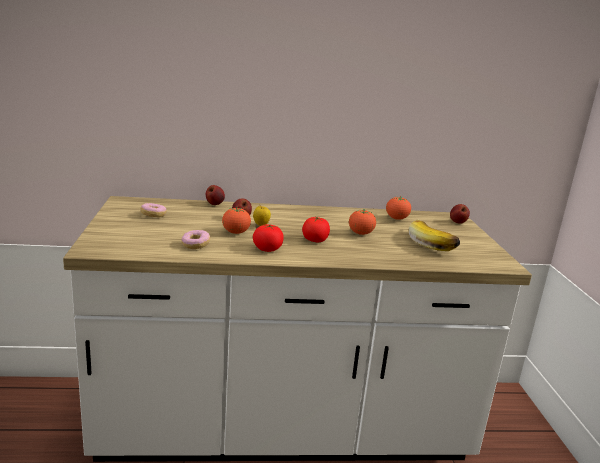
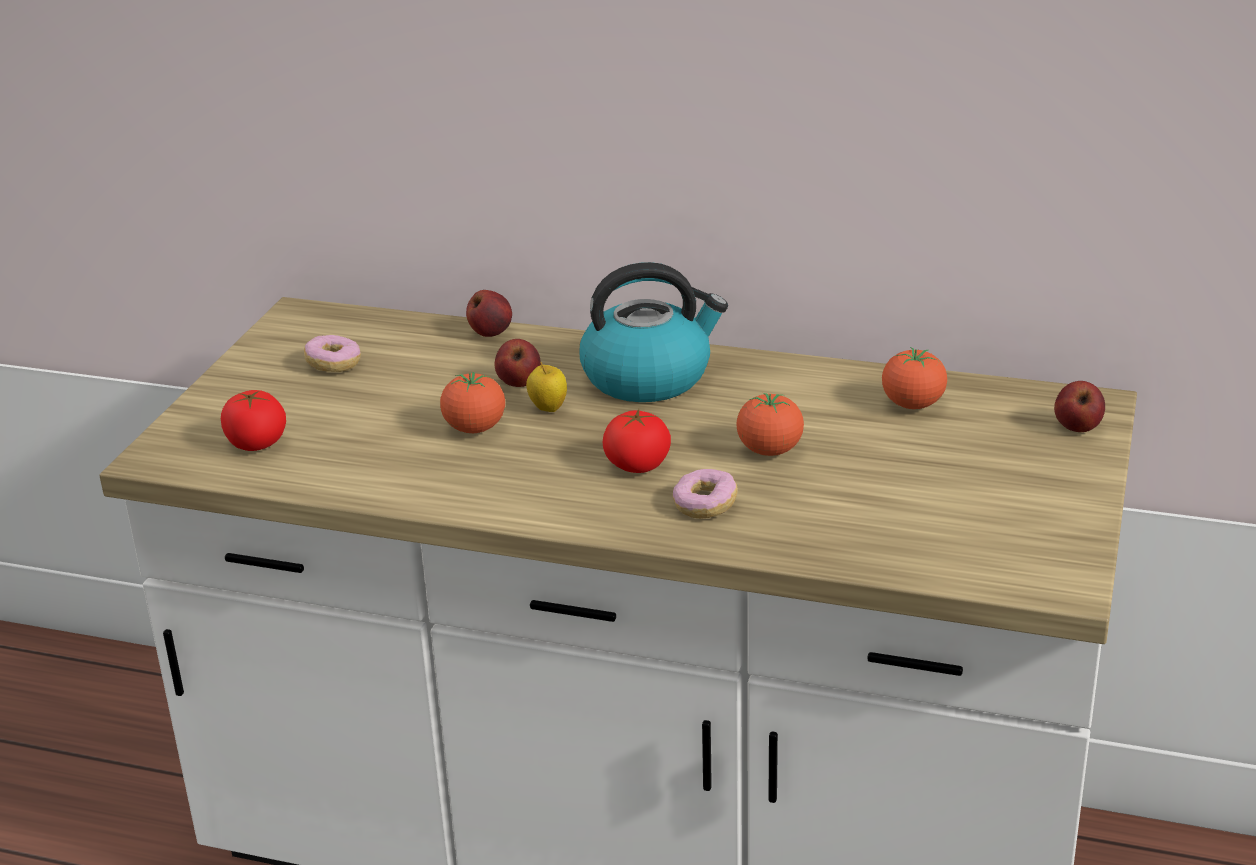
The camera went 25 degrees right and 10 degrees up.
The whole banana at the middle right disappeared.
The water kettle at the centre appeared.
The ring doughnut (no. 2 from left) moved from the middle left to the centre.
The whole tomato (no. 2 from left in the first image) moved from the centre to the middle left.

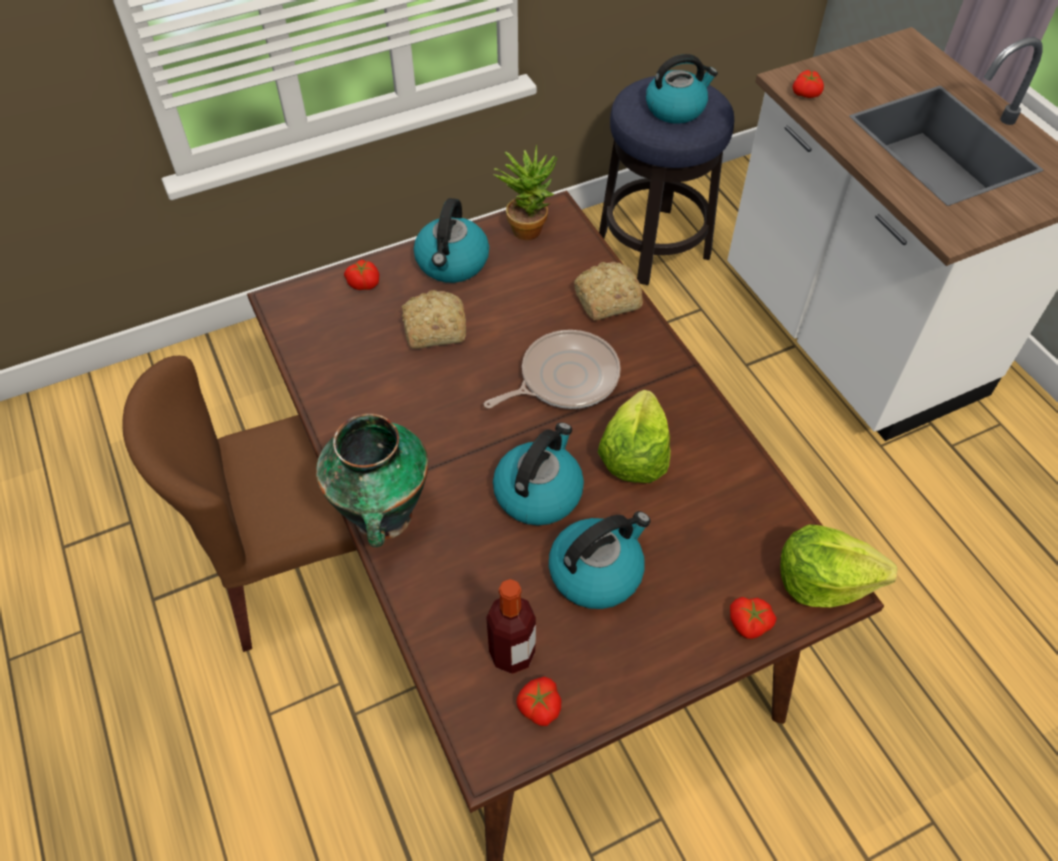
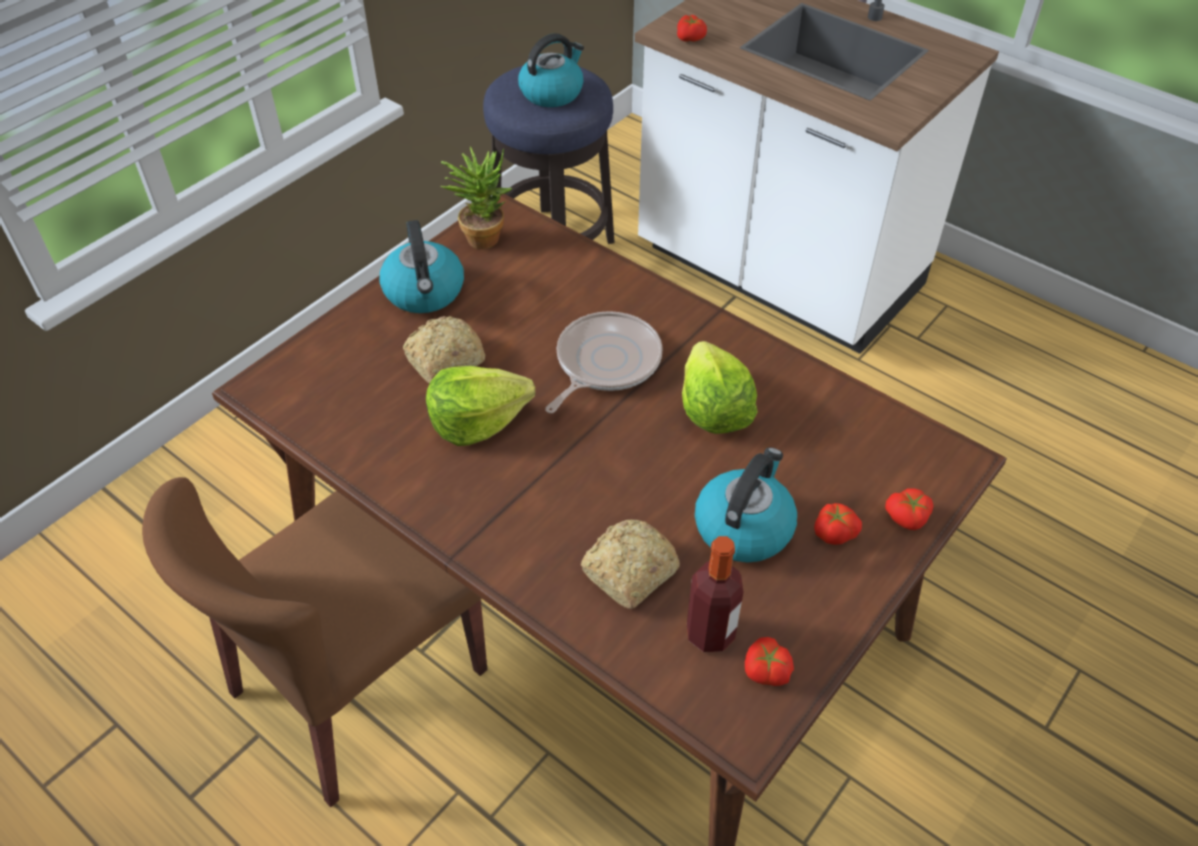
The camera went 25 degrees left and 5 degrees down.
The decorative vase at the centre disappeared.
The water kettle (no. 2 from left) at the centre disappeared.
The whole tomato (no. 1 from left in the first image) moved from the top centre to the middle right.
The bakery bread (no. 2 from left) moved from the centre to the bottom centre.
The head of lettuce (no. 2 from left in the first image) moved from the middle right to the centre.

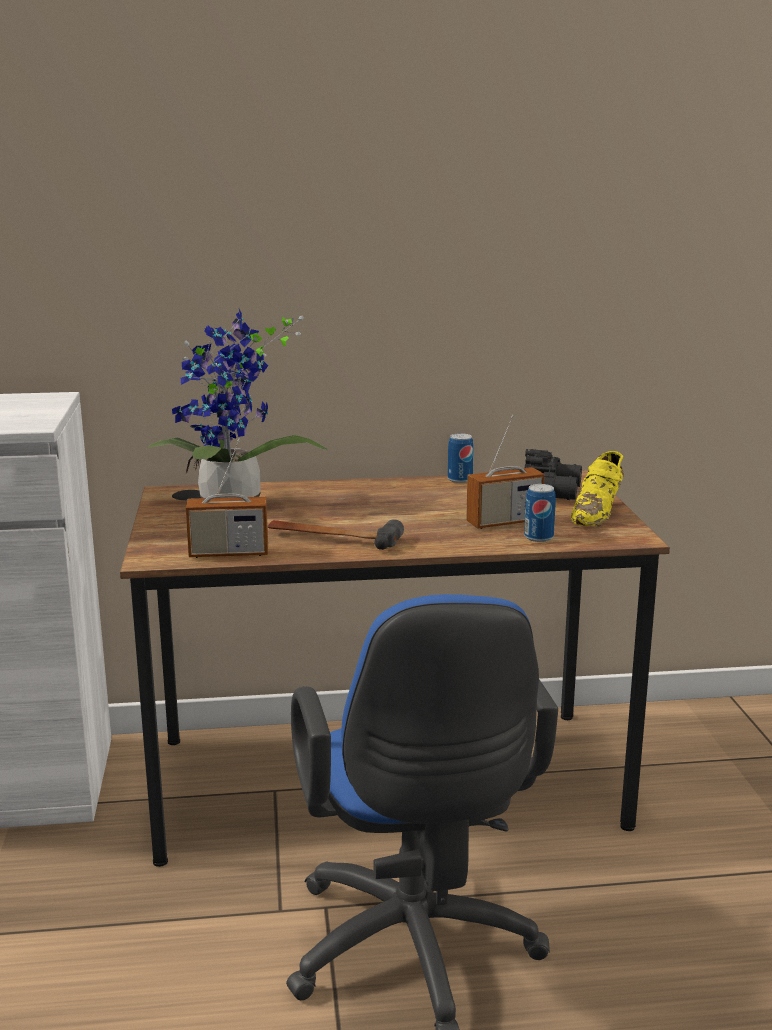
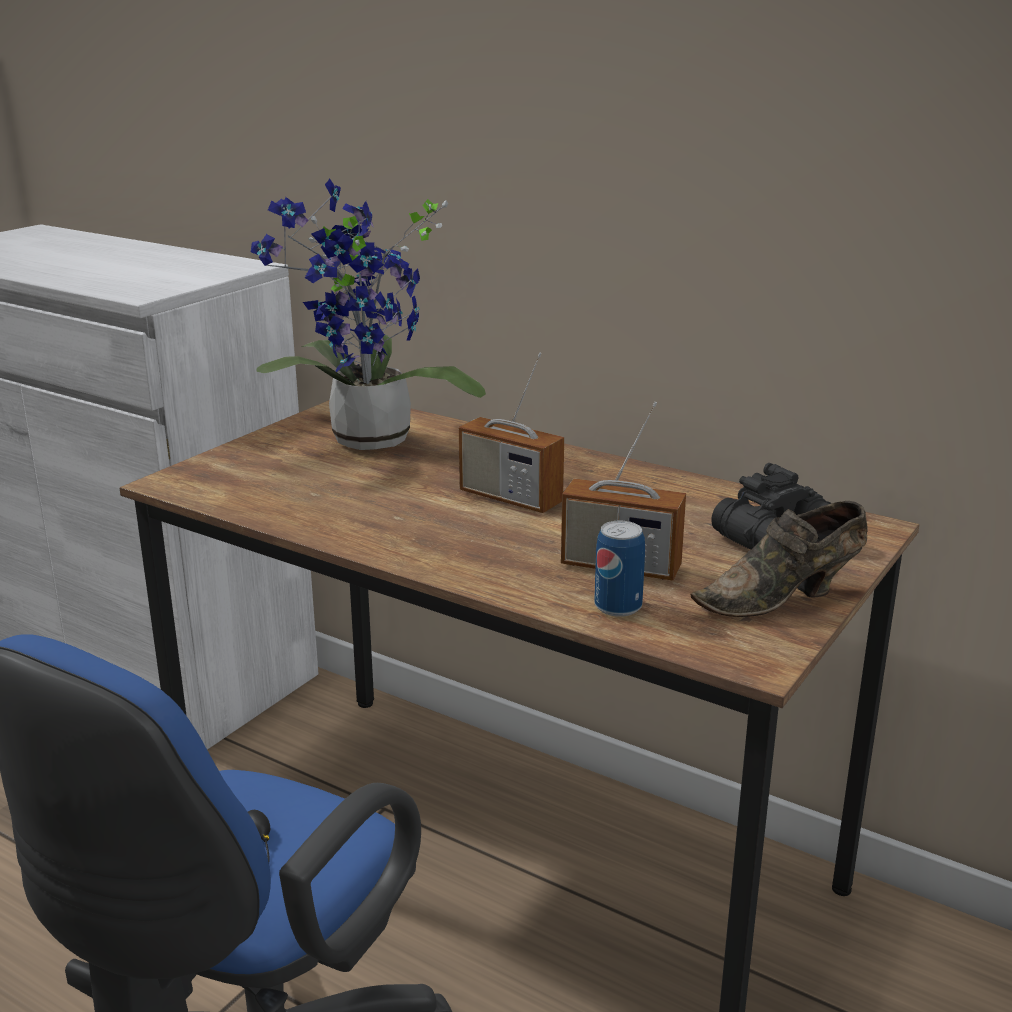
The camera went 40 degrees right and 5 degrees up.
The hammer at the centre disappeared.
The metal can (no. 1 from left) at the centre disappeared.
The radio set (no. 1 from left) moved from the middle left to the centre.
The yellow item of footwear at the middle right became the brownish item of footwear at the middle right.

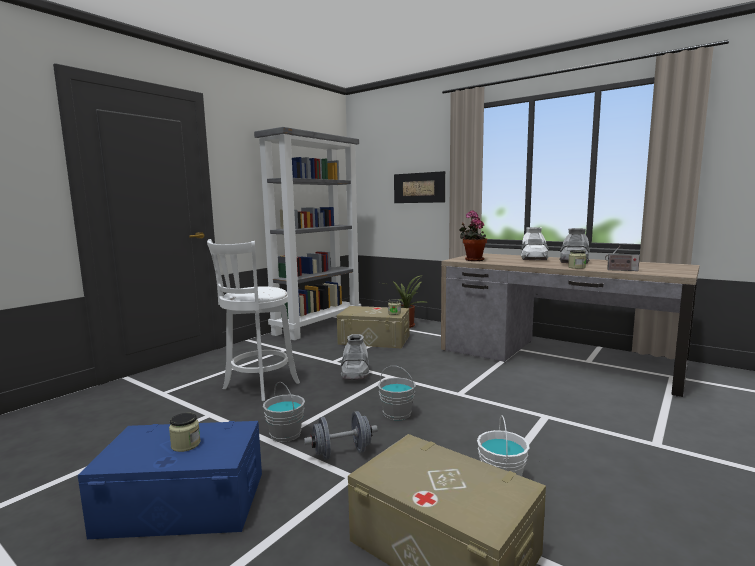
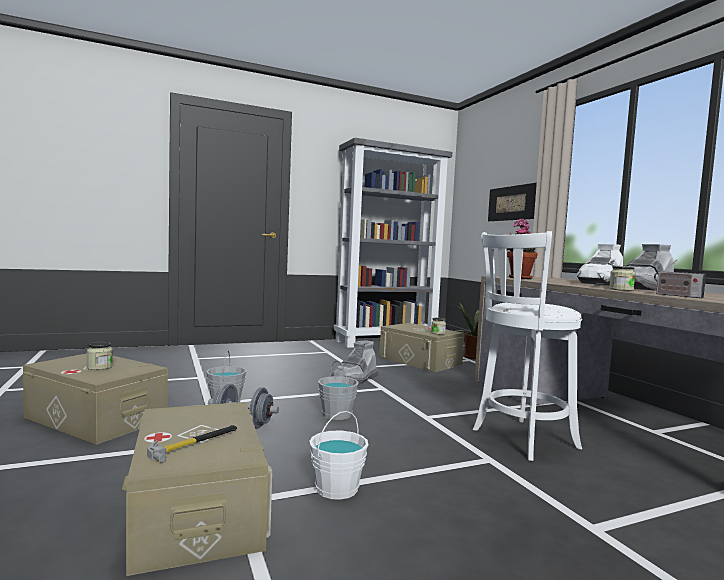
The camera went 30 degrees right and 5 degrees down.
The hammer at the bottom left appeared.
The white-coloured sitting stool moved from the centre to the middle right.
The blue storage container at the bottom left became the beige-coloured storage container (no. 1 from left) at the bottom left.

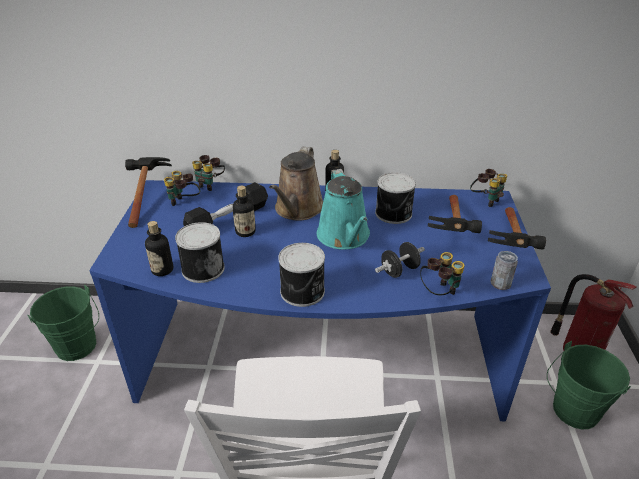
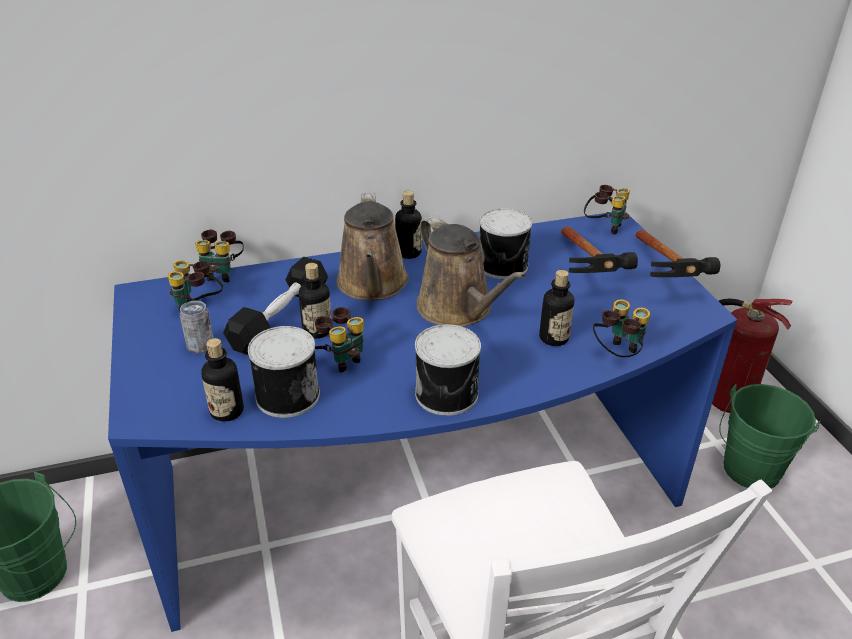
The camera went 20 degrees left and 0 degrees up.
The hammer (no. 1 from left) at the middle left disappeared.
The binoculars (no. 3 from left) at the centre appeared.
The metal can (no. 4 from left in the first image) moved from the middle right to the middle left.
The black-coloured dumbbell (no. 2 from left) at the centre was replaced by the drink bottle (no. 4 from left) at the centre.
The turquoise-coloured watering can at the centre became the brownish watering can (no. 2 from left) at the centre.

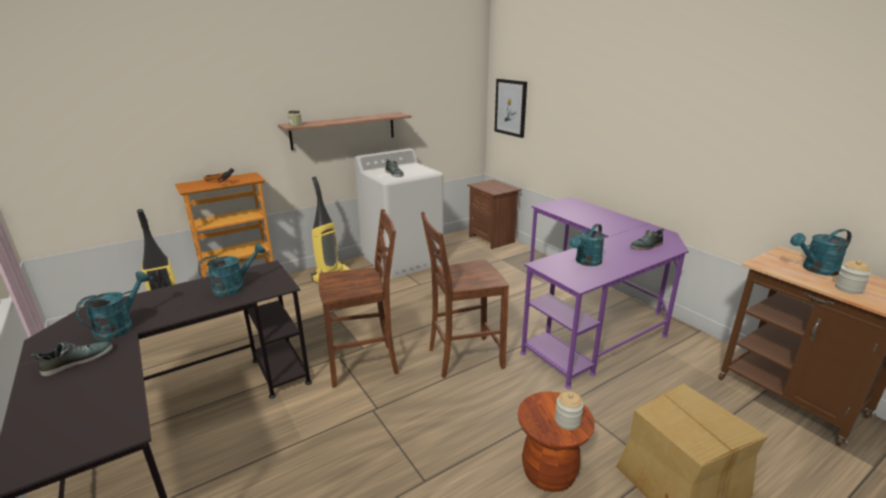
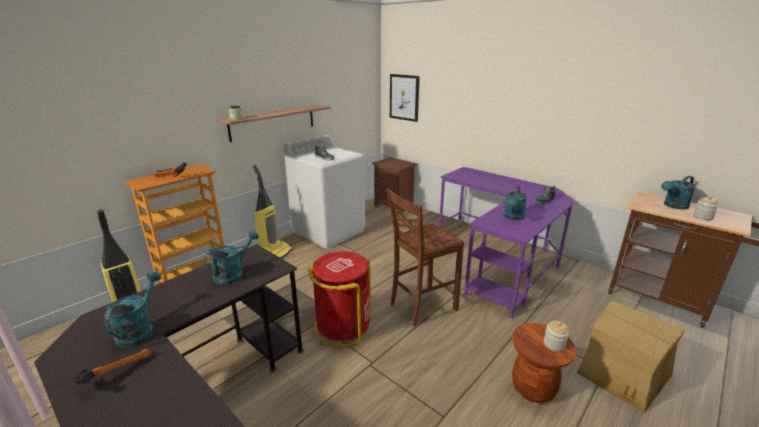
The camera went 15 degrees left and 0 degrees up.
The item of footwear (no. 1 from left) at the bottom left was replaced by the hammer (no. 1 from left) at the bottom left.
The brownish plain chair (no. 1 from left) at the centre was replaced by the red-coloured rubbish bin at the bottom centre.

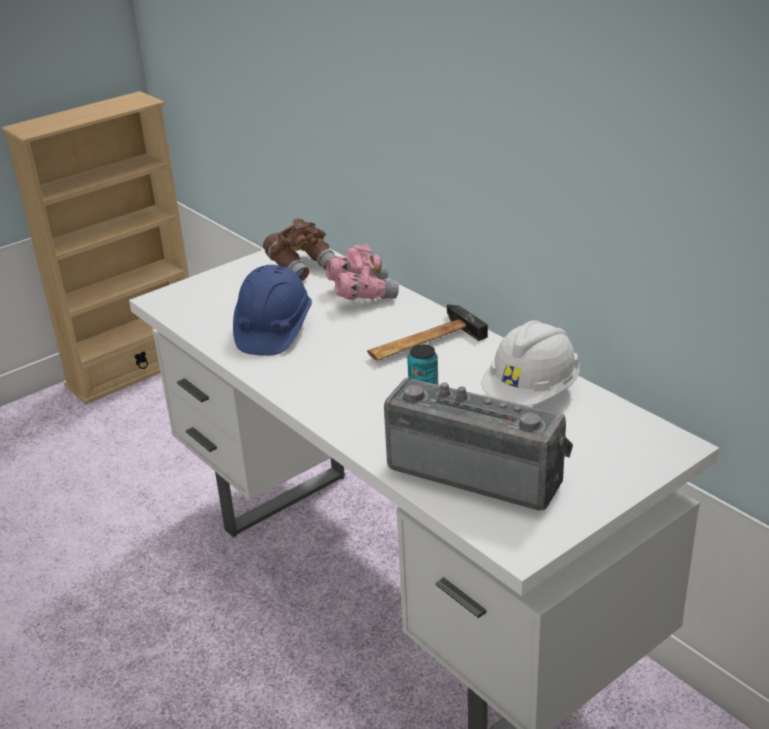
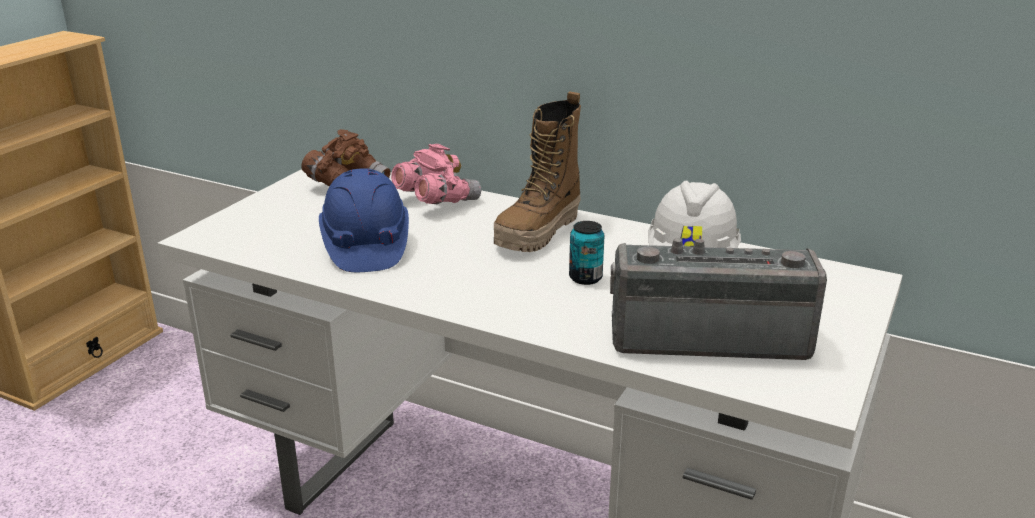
The camera went 25 degrees left and 5 degrees down.
The hammer at the centre was replaced by the boot at the top centre.

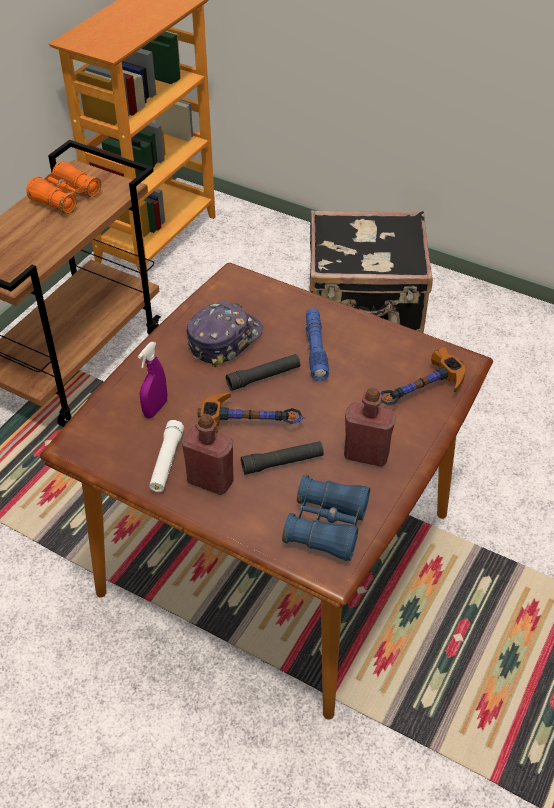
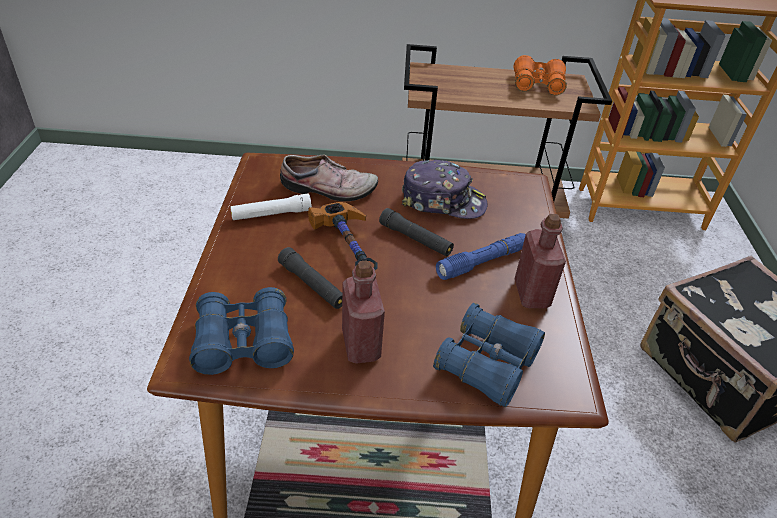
The camera went 60 degrees right and 5 degrees down.
The red-coloured drink bottle (no. 1 from left in the first image) moved from the centre to the middle right.
The purple sprayer at the middle left was replaced by the item of footwear at the centre.
The hammer (no. 2 from left) at the middle right was replaced by the blue binoculars (no. 2 from left) at the bottom centre.

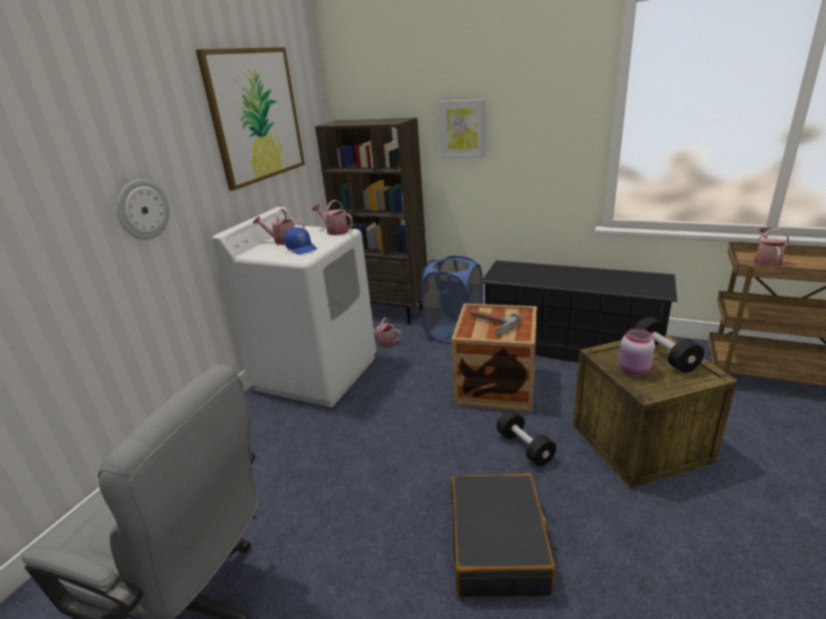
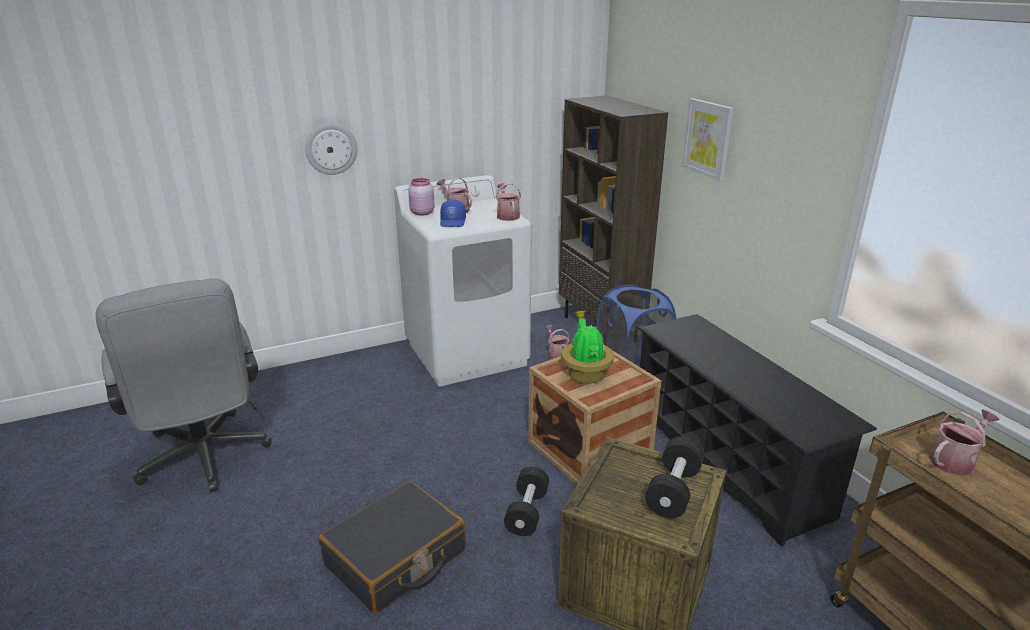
The camera went 40 degrees right and 0 degrees up.
The picture (no. 1 from left) at the top left disappeared.
The pink-coloured preserve jar moved from the middle right to the top centre.
The hammer at the centre was replaced by the houseplant at the centre.

